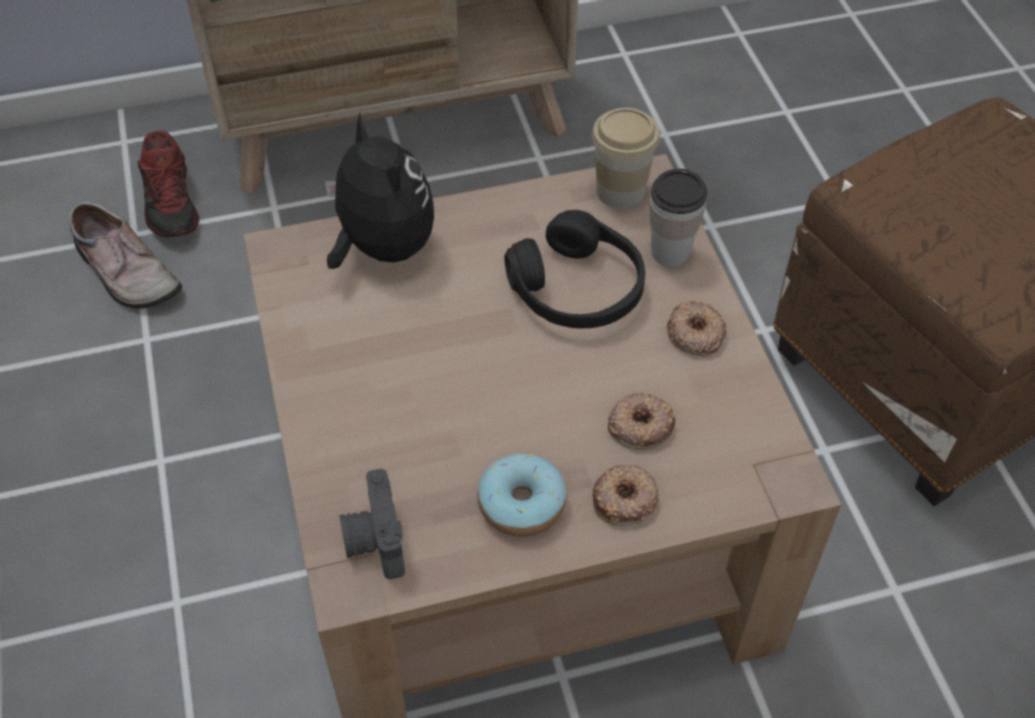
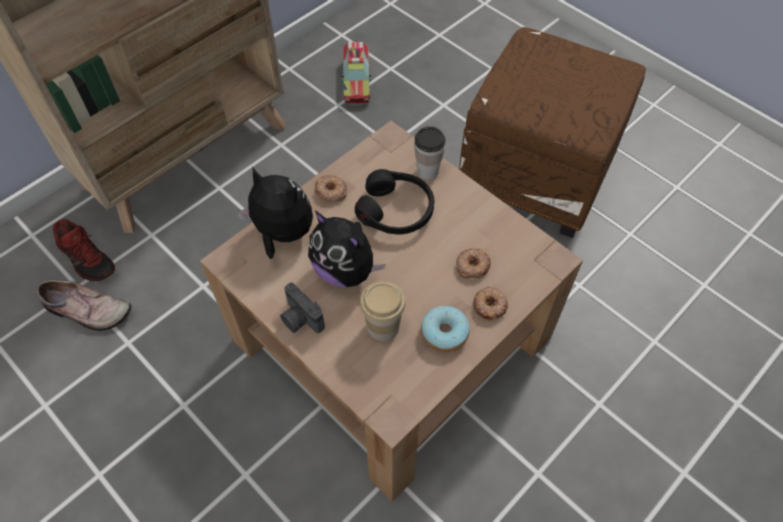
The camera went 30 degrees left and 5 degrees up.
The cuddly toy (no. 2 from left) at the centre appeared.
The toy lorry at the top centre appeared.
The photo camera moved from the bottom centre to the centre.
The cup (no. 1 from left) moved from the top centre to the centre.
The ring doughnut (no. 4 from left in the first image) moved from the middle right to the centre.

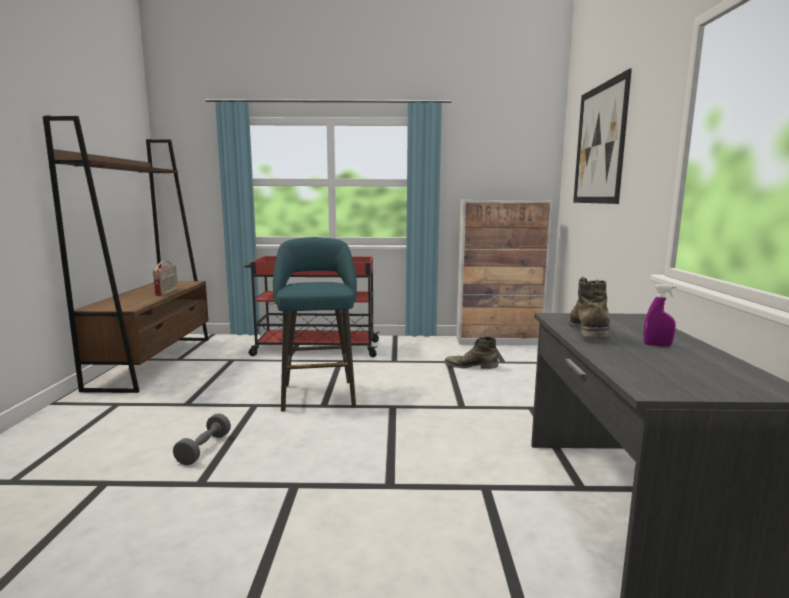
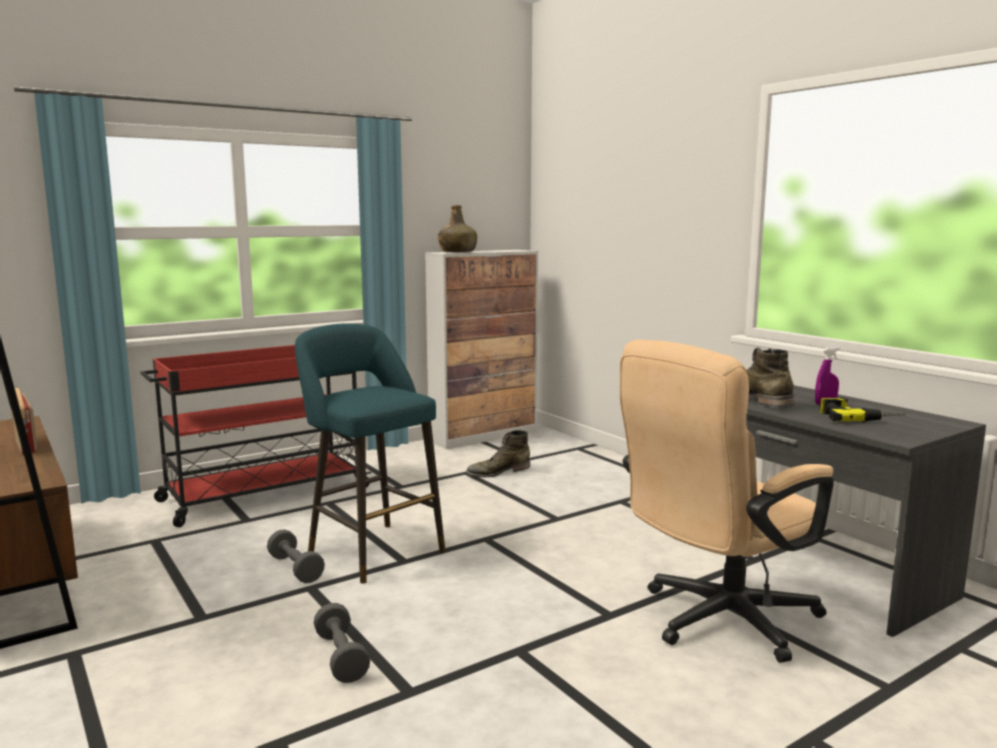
The camera went 35 degrees left and 0 degrees up.
The picture at the top right disappeared.
The gray dumbbell (no. 1 from left) at the bottom left appeared.
The greenish drink bottle at the top centre appeared.
The beige-coloured desk chair at the bottom right appeared.
The drill at the middle right appeared.

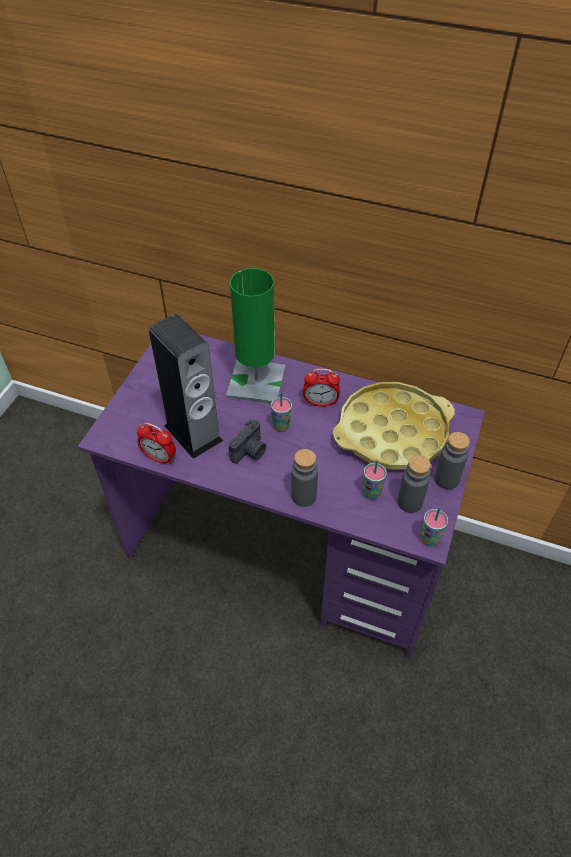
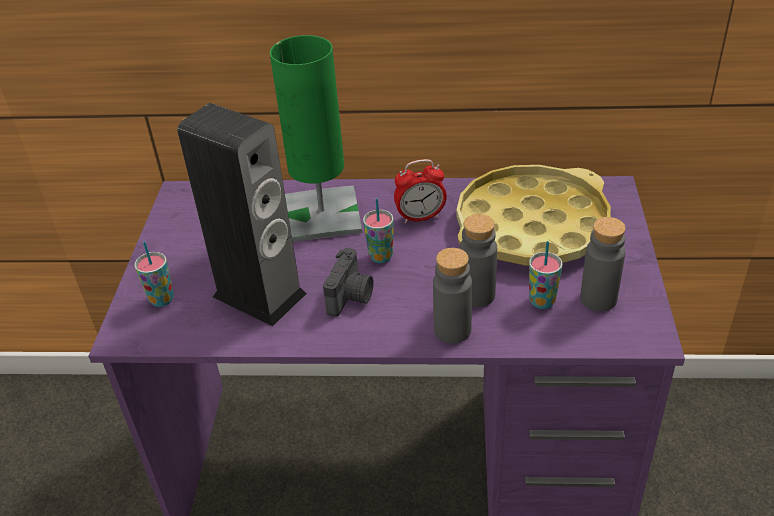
The camera went 15 degrees left and 10 degrees down.
The table clock (no. 1 from left) at the middle left disappeared.
The cup (no. 3 from left in the first image) moved from the middle right to the middle left.
The gray drink bottle (no. 3 from left in the first image) moved from the middle right to the centre.

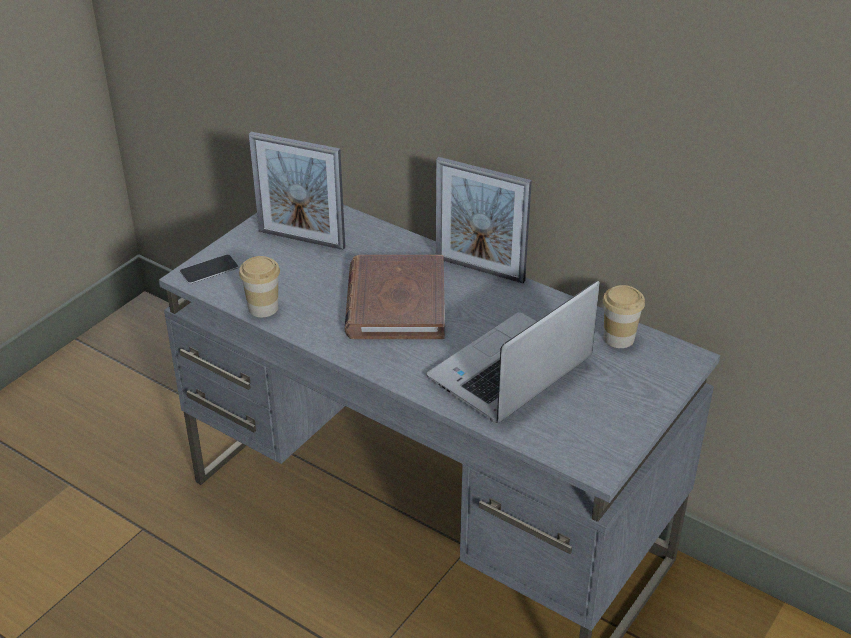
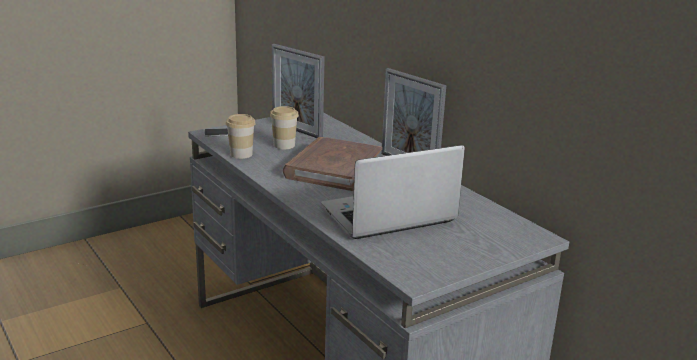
The camera went 20 degrees right and 15 degrees down.
The cup (no. 2 from left) moved from the middle right to the centre.

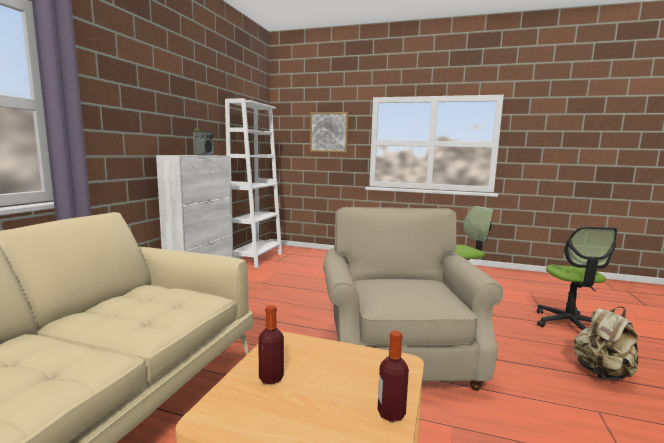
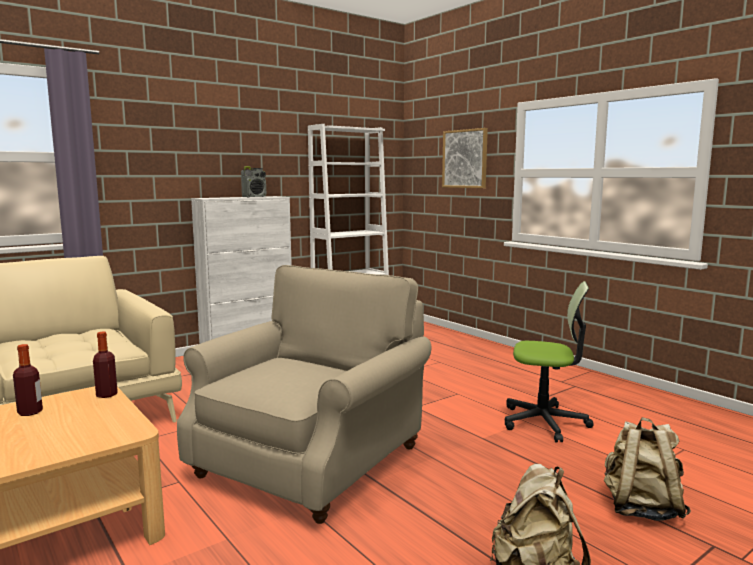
The camera went 35 degrees right and 0 degrees up.
The drink bottle (no. 2 from left) moved from the bottom centre to the middle left.
The desk chair (no. 2 from left) at the middle right was replaced by the beige-coloured rucksack (no. 2 from left) at the bottom right.

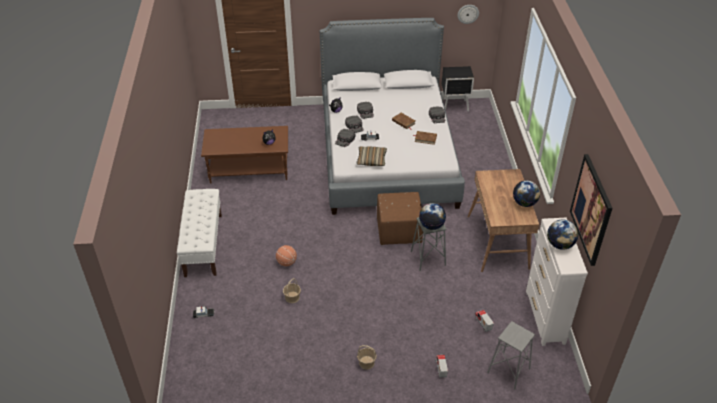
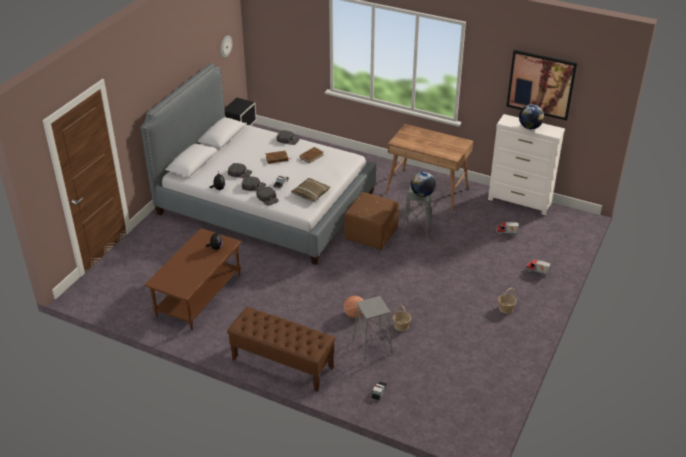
The camera went 60 degrees left and 5 degrees down.
The world globe (no. 2 from left) at the middle right disappeared.
The gray sitting stool (no. 2 from left in the first image) moved from the bottom right to the bottom centre.
The white-coloured long seat at the middle left became the brownish long seat at the bottom centre.

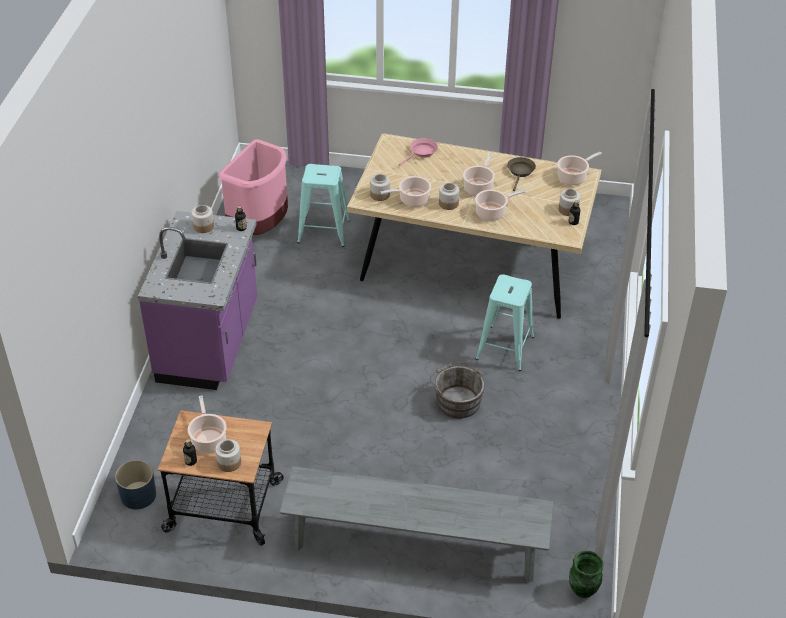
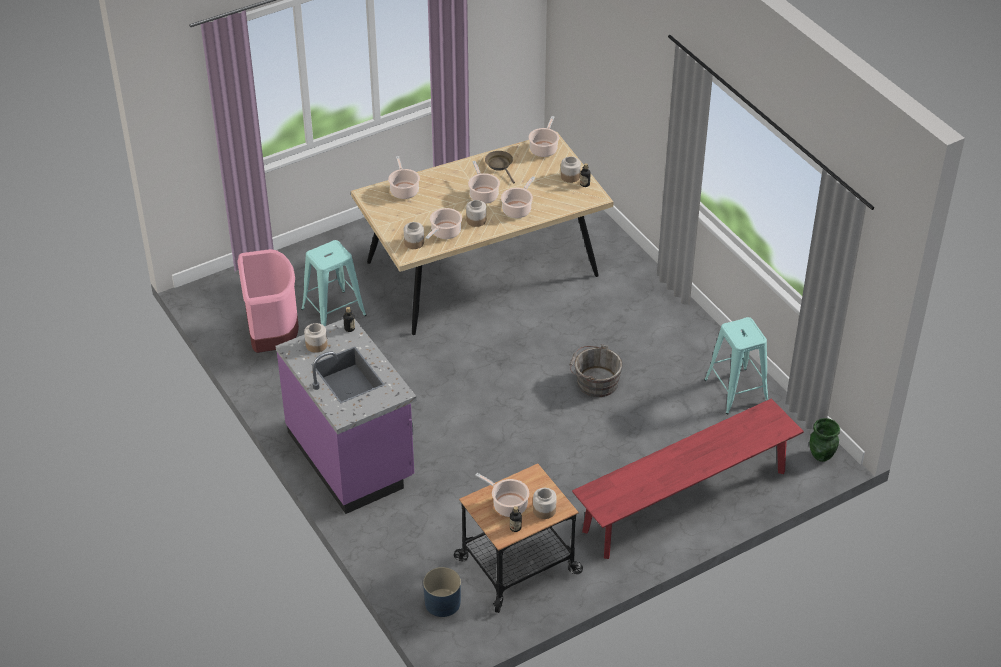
The camera went 40 degrees left and 0 degrees up.
The turquoise-coloured sitting stool (no. 2 from left) moved from the centre to the middle right.
The pink-coloured pan at the top centre was replaced by the saucepot (no. 1 from left) at the top centre.
The gray long seat at the bottom centre became the red-coloured long seat at the bottom right.

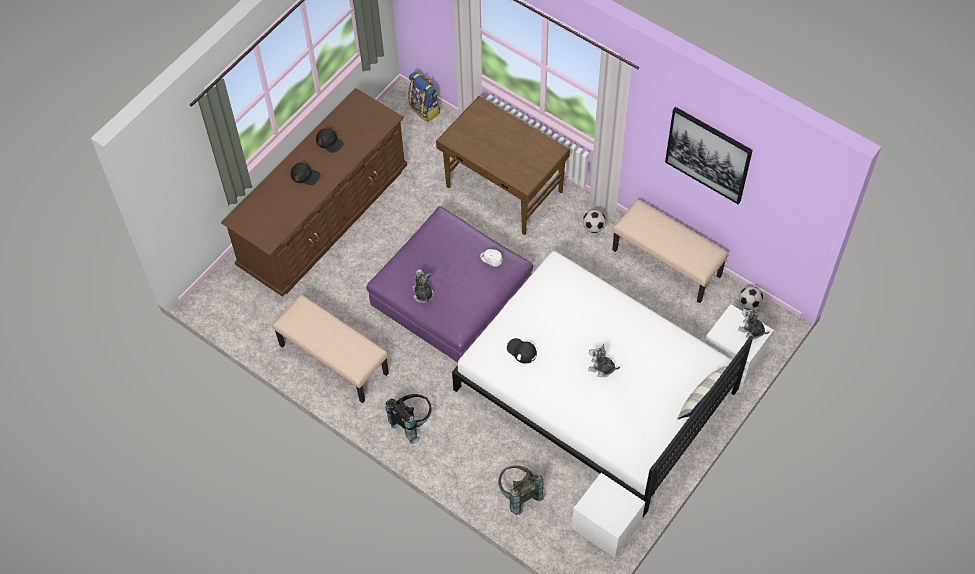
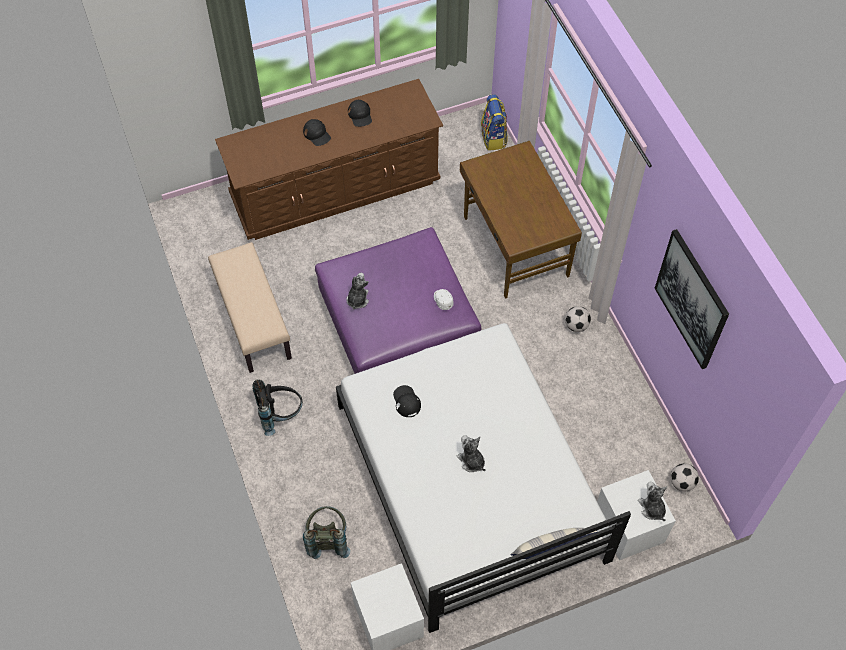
The camera went 30 degrees right and 0 degrees up.
The beige-coloured long seat (no. 2 from left) at the middle right disappeared.

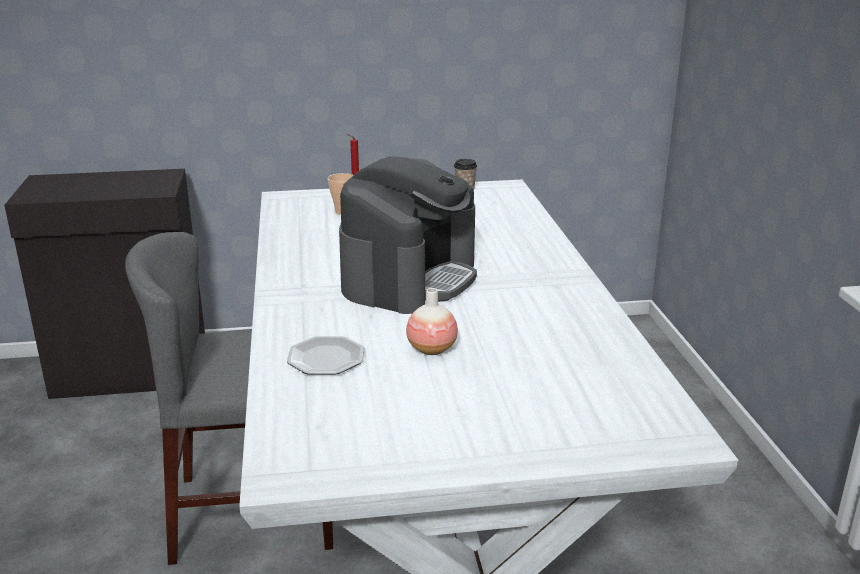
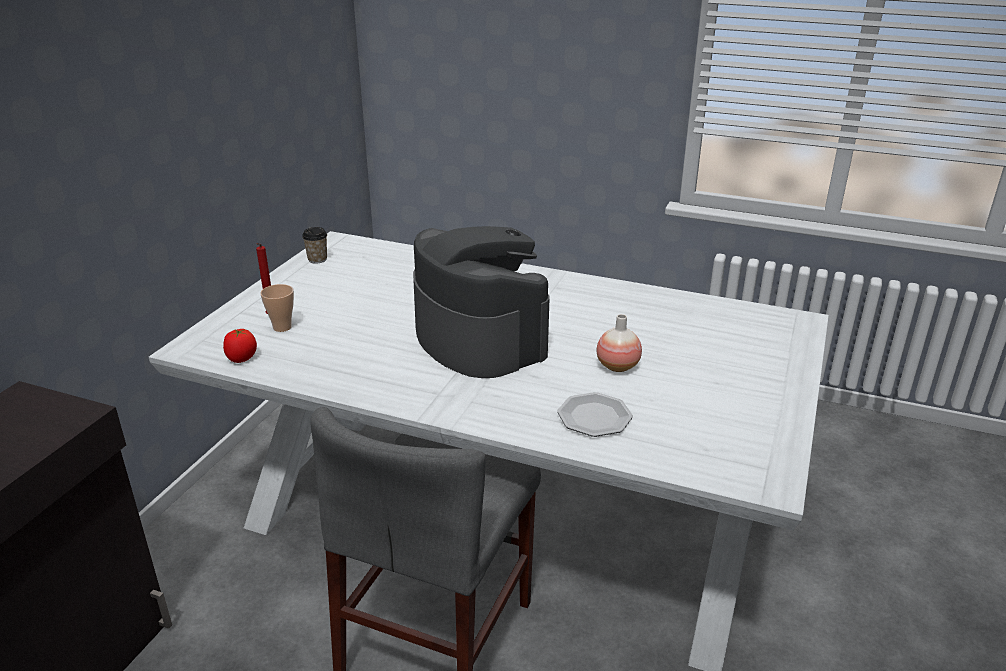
The camera went 60 degrees left and 5 degrees up.
The whole tomato at the middle left appeared.

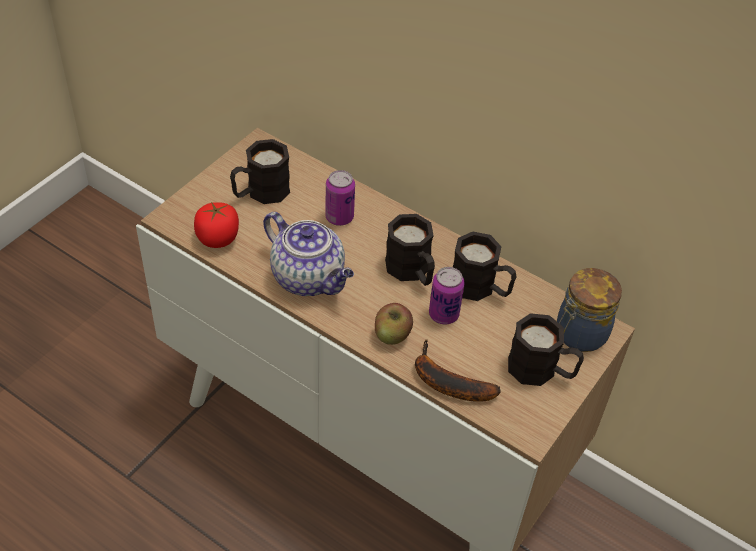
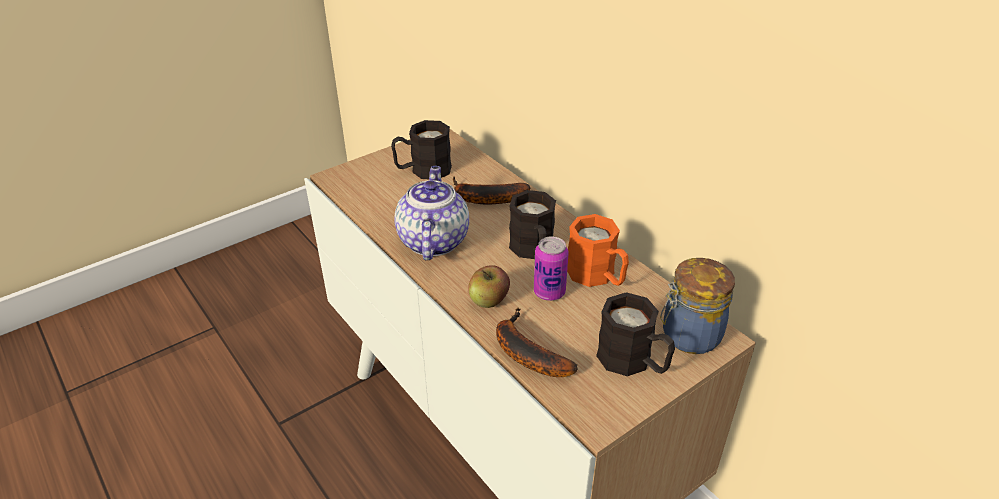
The camera went 20 degrees right and 10 degrees down.
The whole tomato at the middle left disappeared.
The metal can (no. 1 from left) at the centre was replaced by the whole banana (no. 1 from left) at the centre.
The black-coloured mug (no. 3 from left) at the centre became the orange-coloured mug at the centre.
The pot for tea at the centre turned 150 degrees counterclockwise.

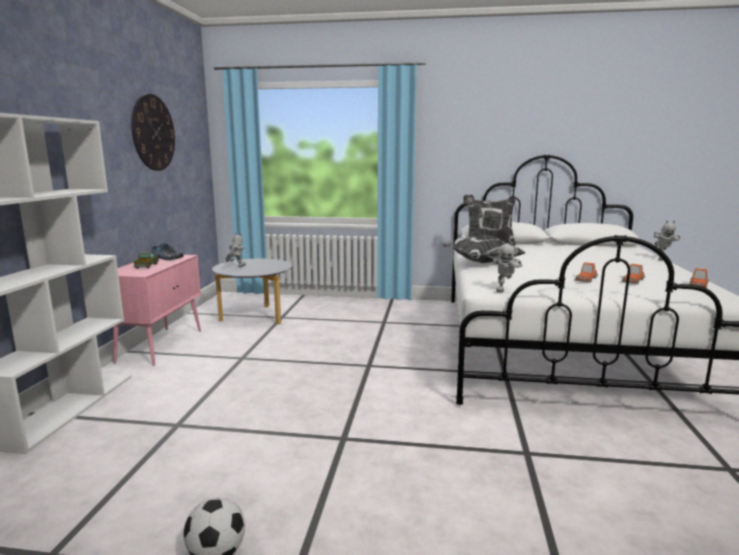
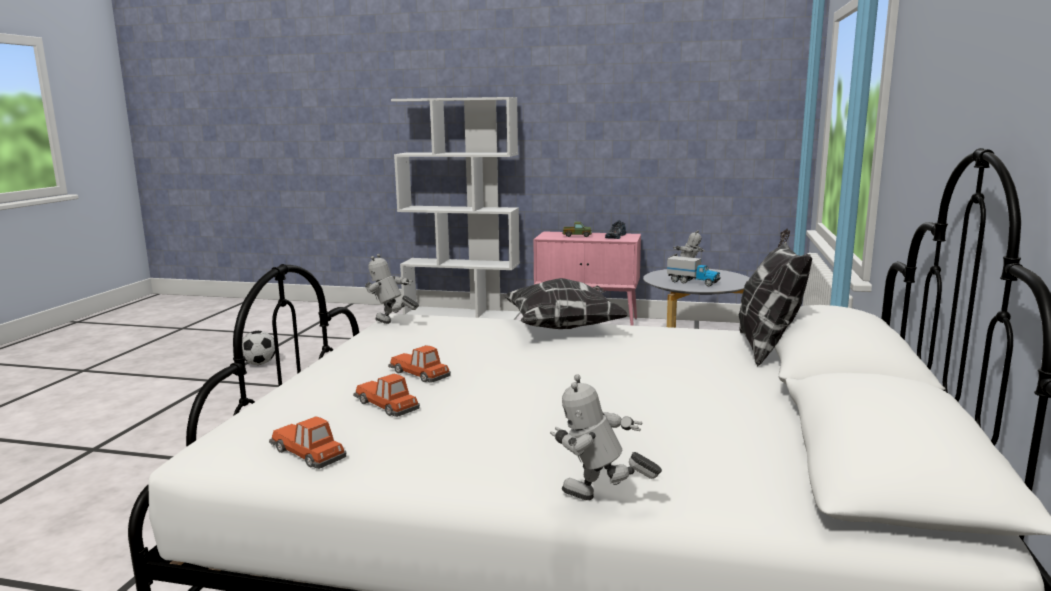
The camera went 95 degrees right and 0 degrees up.
The wall clock at the top left disappeared.
The toy lorry (no. 2 from left) at the centre appeared.

